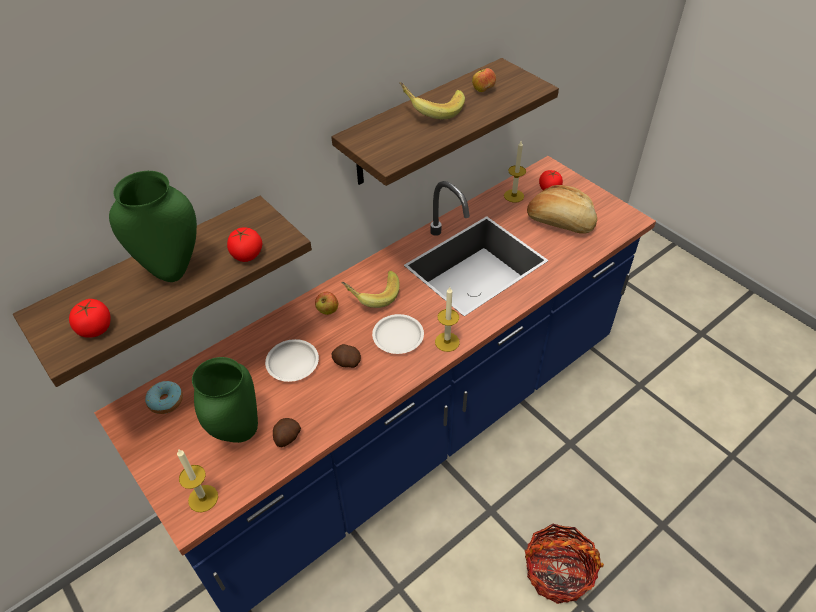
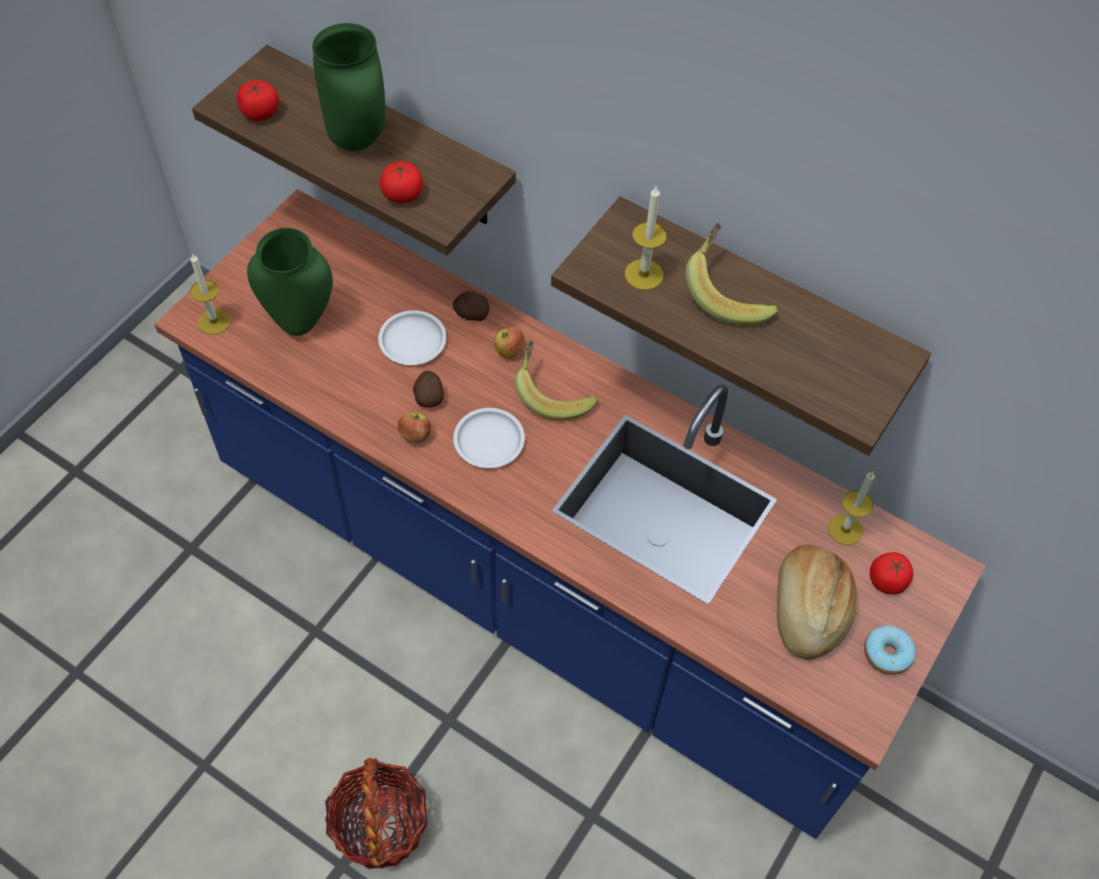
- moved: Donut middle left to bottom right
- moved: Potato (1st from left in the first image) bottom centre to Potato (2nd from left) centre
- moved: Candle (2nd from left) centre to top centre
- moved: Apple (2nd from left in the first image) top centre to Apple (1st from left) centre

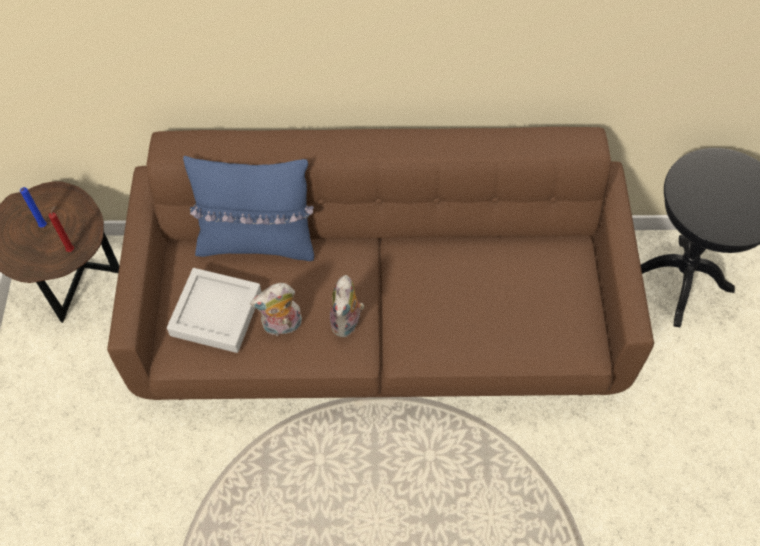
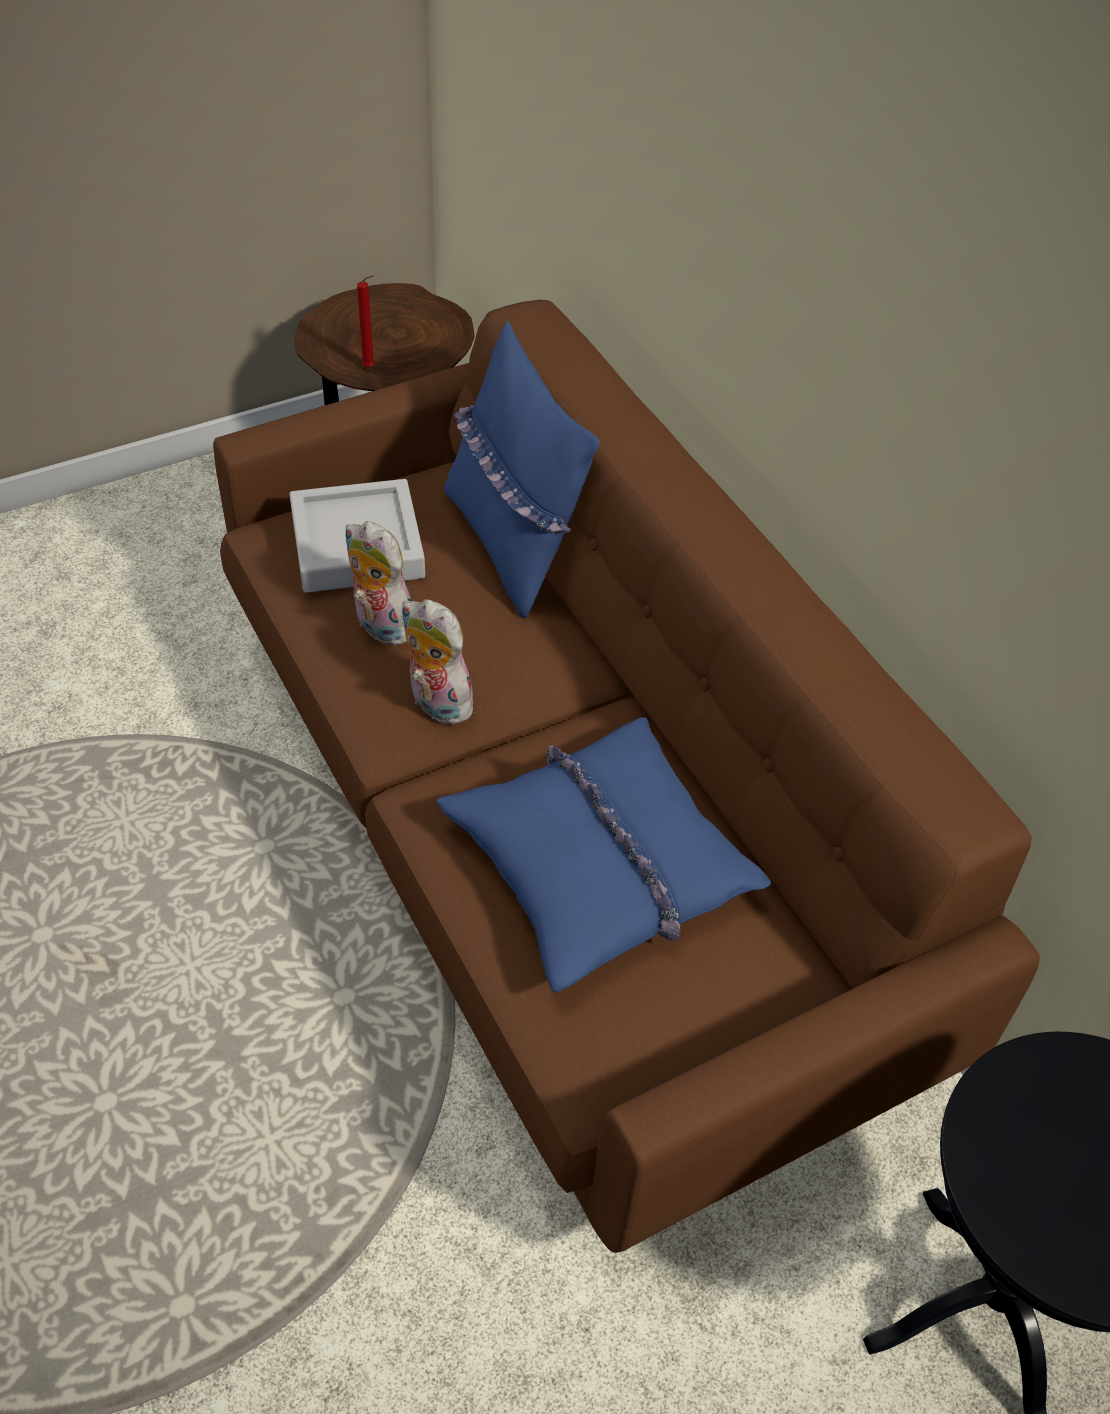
- removed: BlueCandle middle left
- turned: PlushToy (2nd from left) centre = centre 60 degrees clockwise
- added: BluePillow (2nd from left) centre

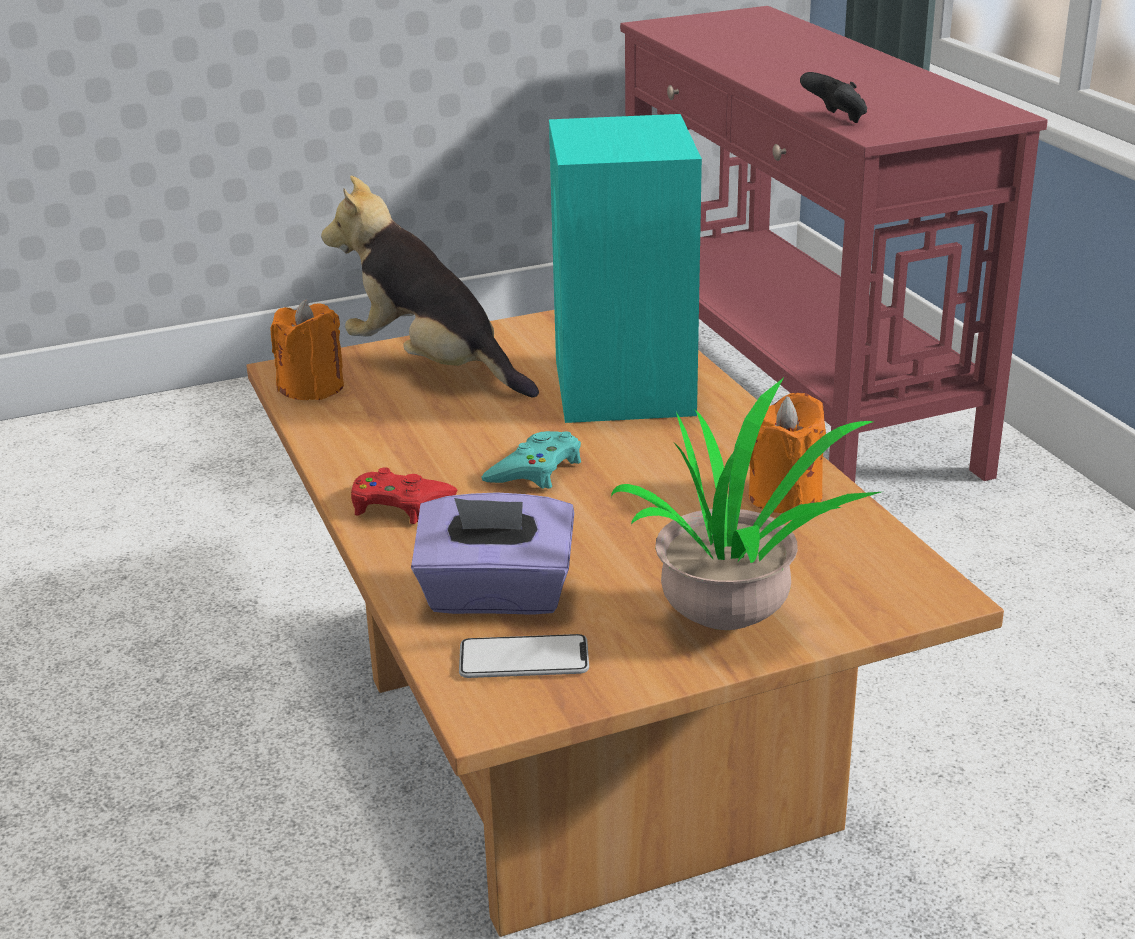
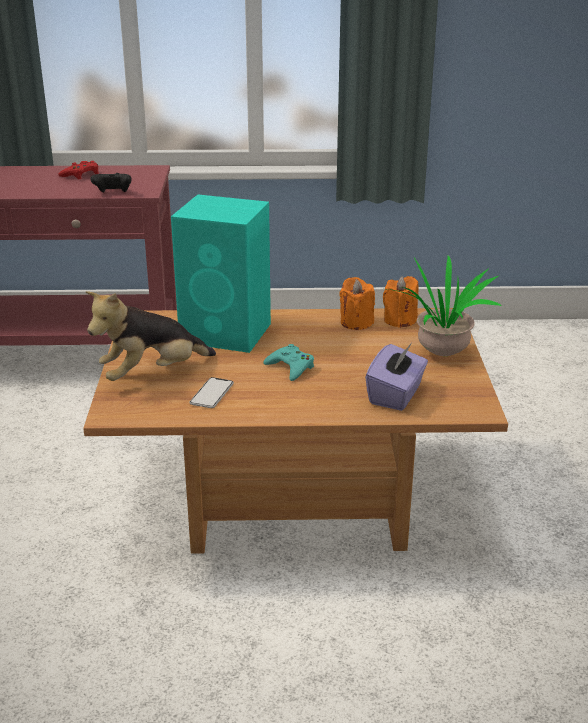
- moved: OrangeCandle (1st from left in the first image) middle left to OrangeCandle (2nd from left) middle right
- moved: RedGameController centre to top left
- moved: Phone bottom centre to centre

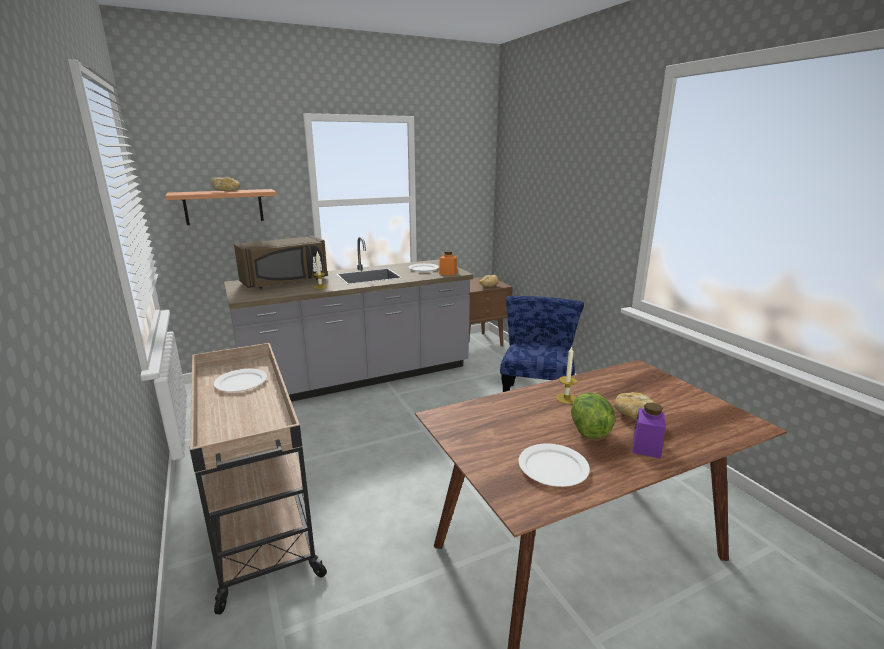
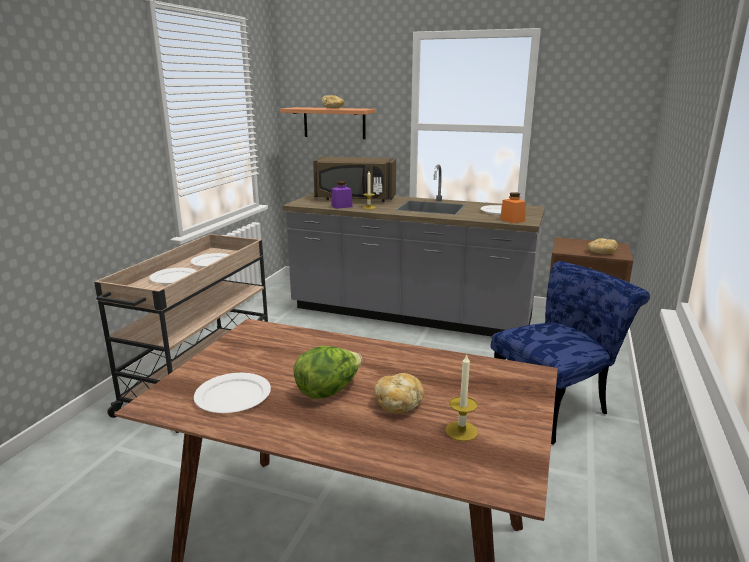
- moved: Candle (2nd from left) centre to bottom centre
- moved: PurpleJar middle right to centre
- added: WhitePlate (1st from left) middle left

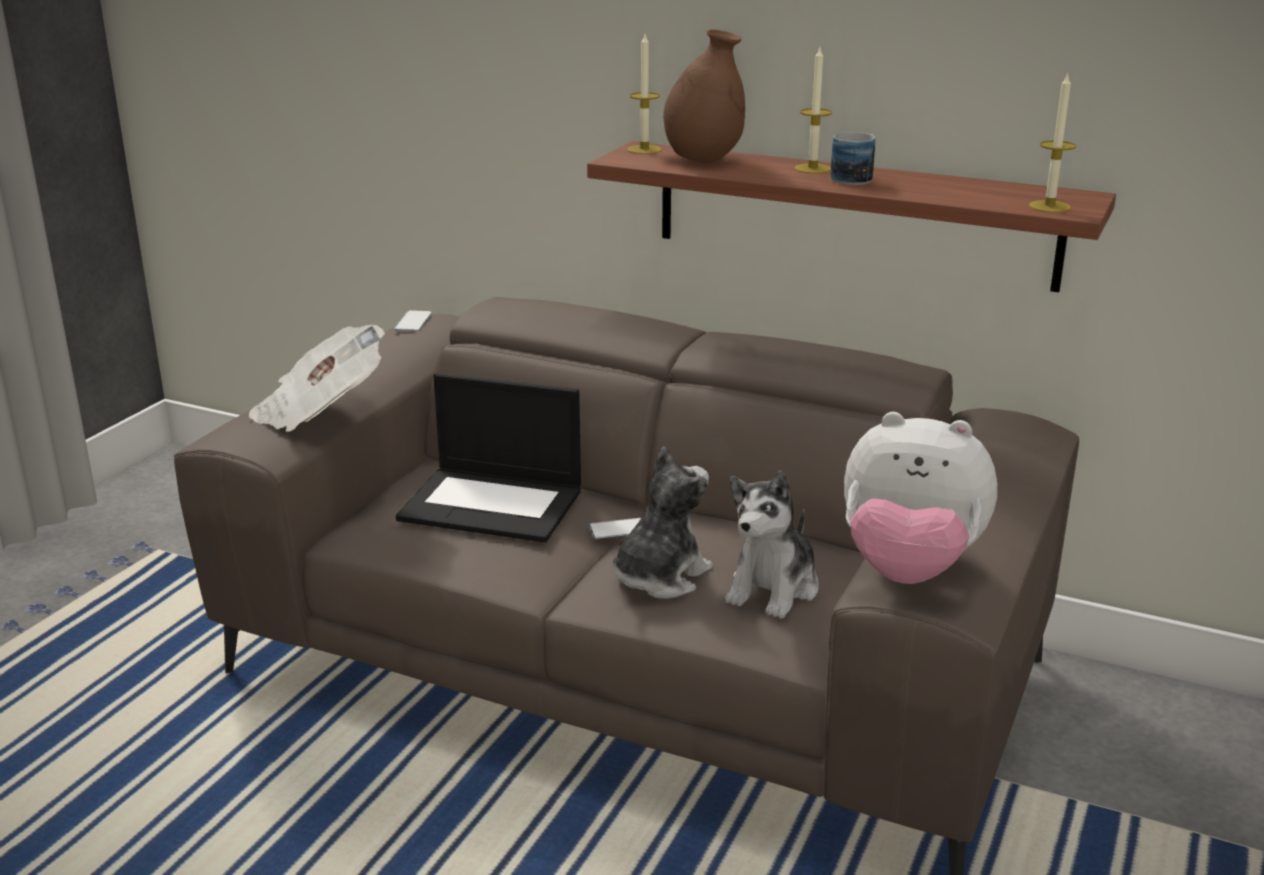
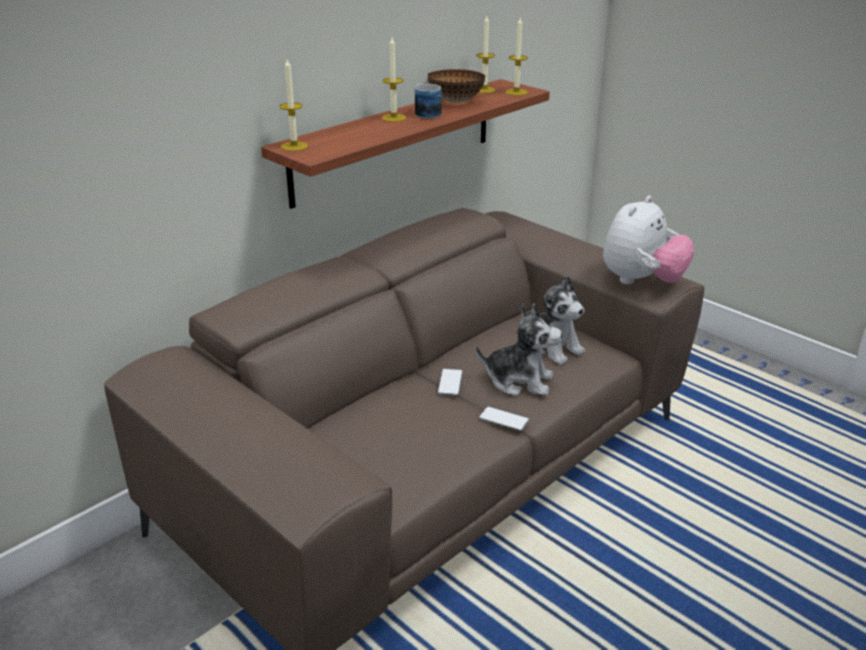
- removed: Newspaper middle left
- moved: Phone (1st from left in the first image) middle left to Phone (2nd from left) centre
- removed: Laptop centre
- turned: PlushToy (1st from left) centre = centre 135 degrees clockwise
- removed: BrownVase top centre
- added: Bowl top centre
- added: Candle (3rd from left) top centre

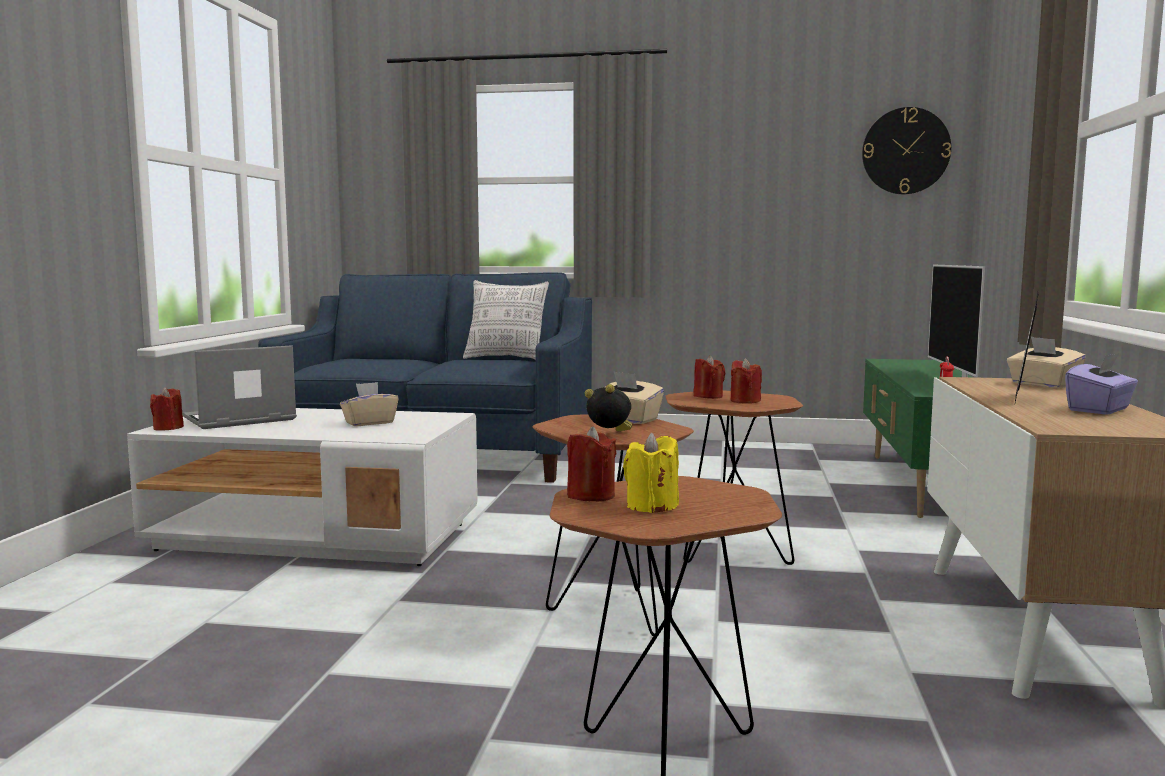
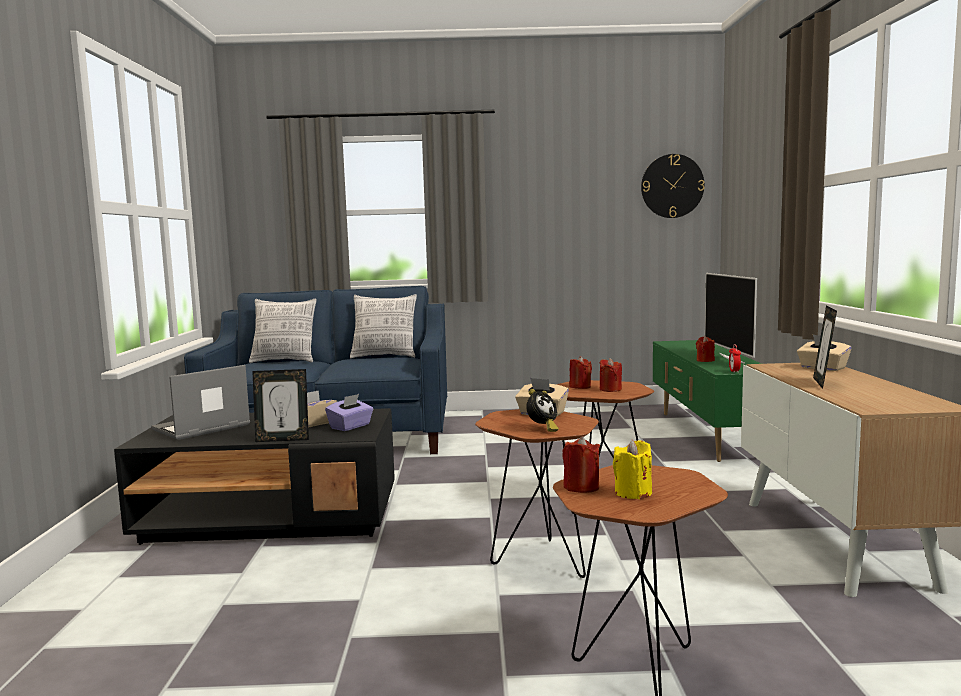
- recoloured: WhiteCoffeeTable middle left to BlackCoffeeTable bottom left
- moved: RedCandle (1st from left in the first image) middle left to RedCandle (4th from left) middle right
- turned: AlarmClock (1st from left) centre = centre 120 degrees clockwise
- moved: PurpleTissueBox middle right to centre
- added: Pillow (1st from left) middle left
- added: PictureFrame (1st from left) middle left

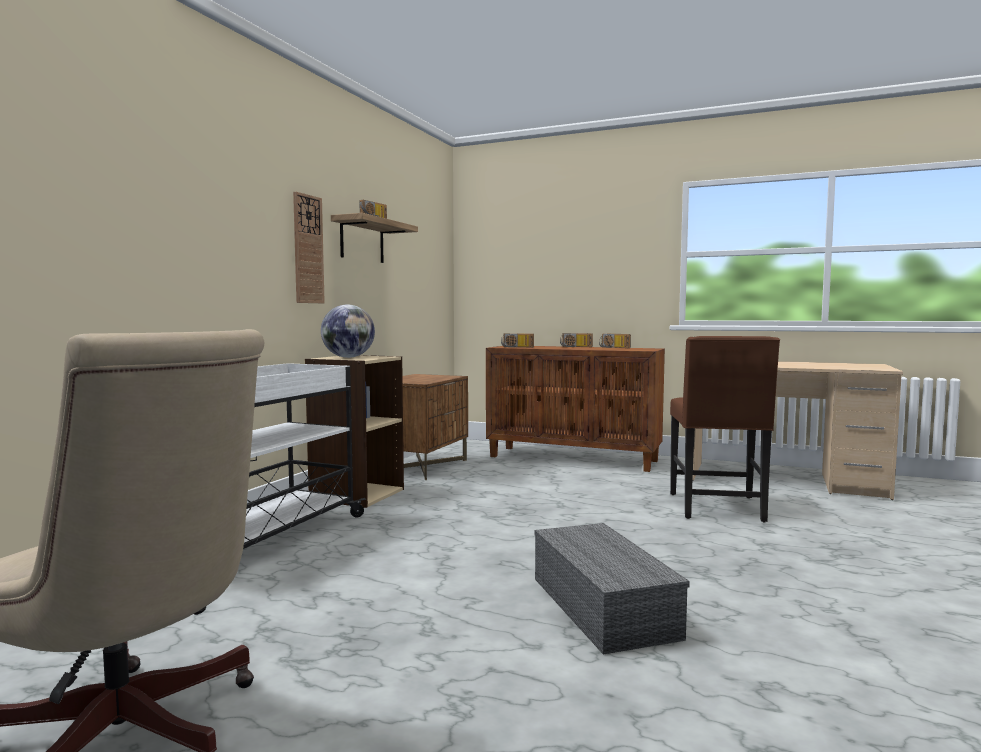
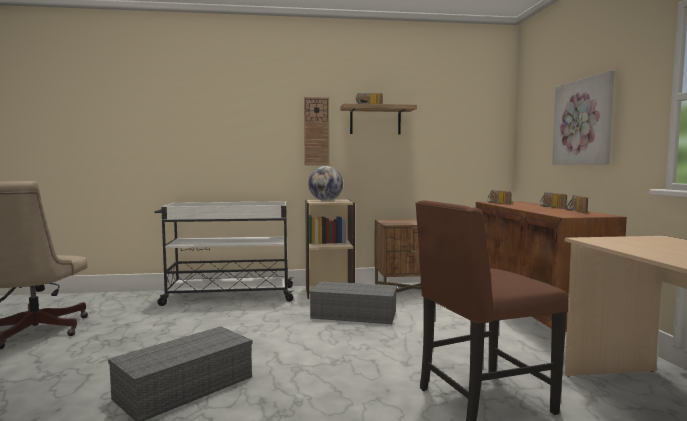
- added: GreyStorageBox (2nd from left) bottom centre
- added: Picture top right

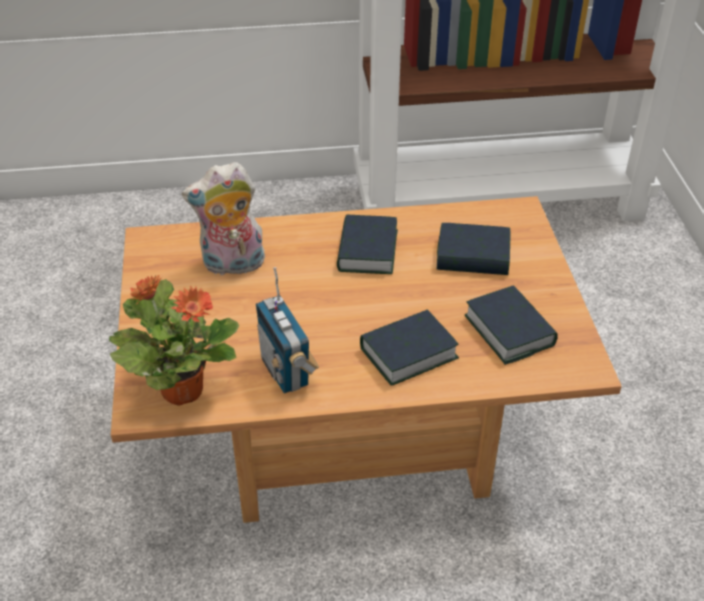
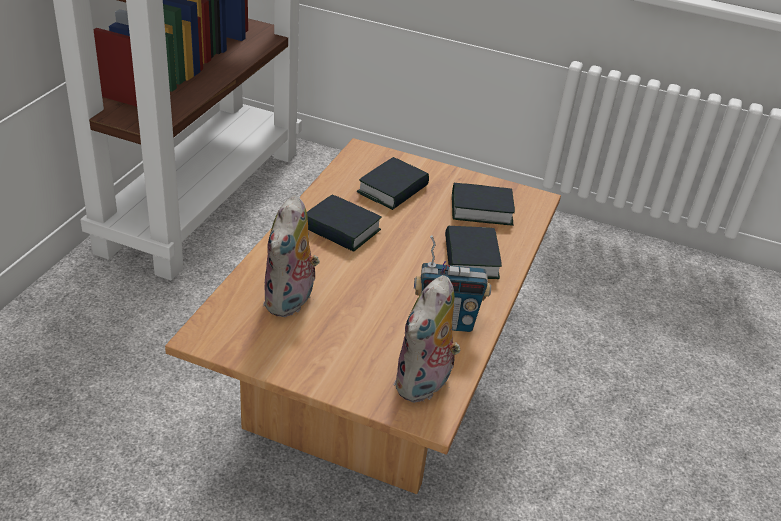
- replaced: PottedPlant middle left to PlushToy (2nd from left) centre

